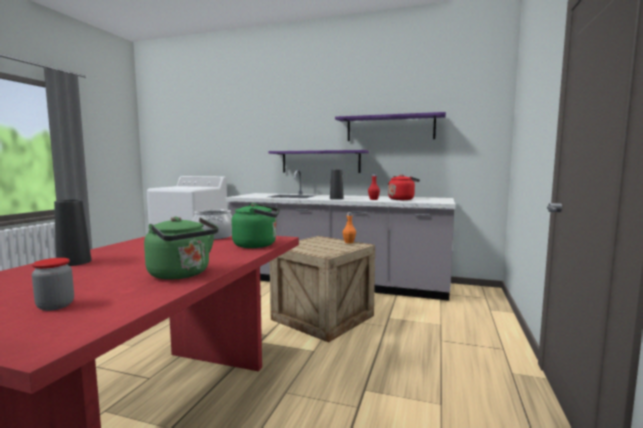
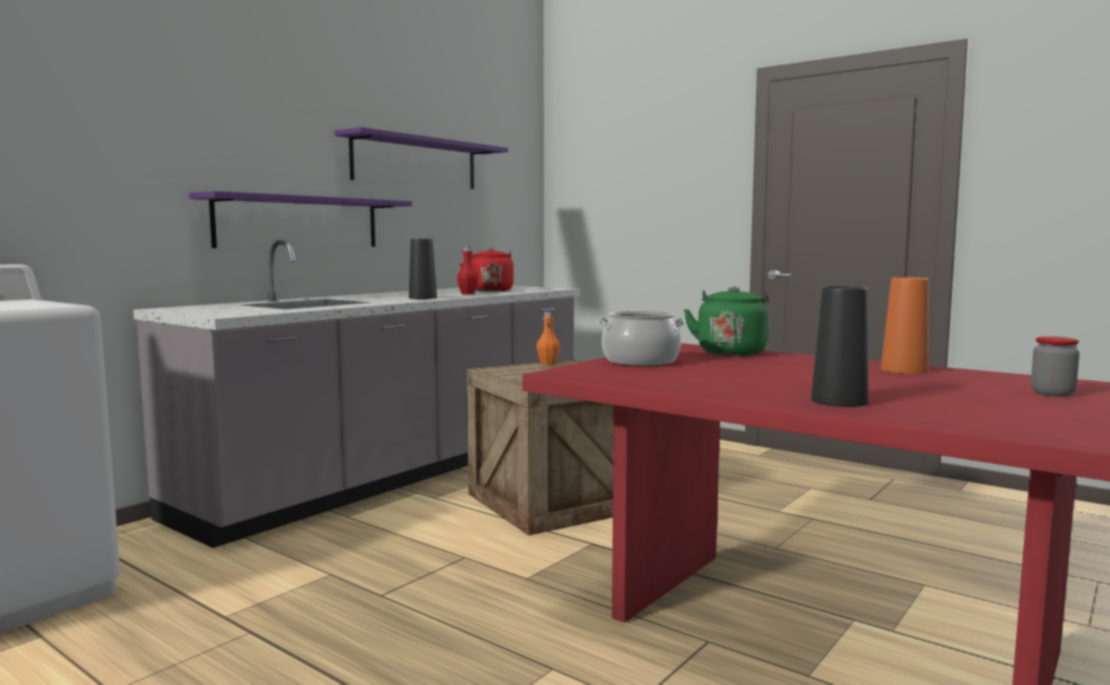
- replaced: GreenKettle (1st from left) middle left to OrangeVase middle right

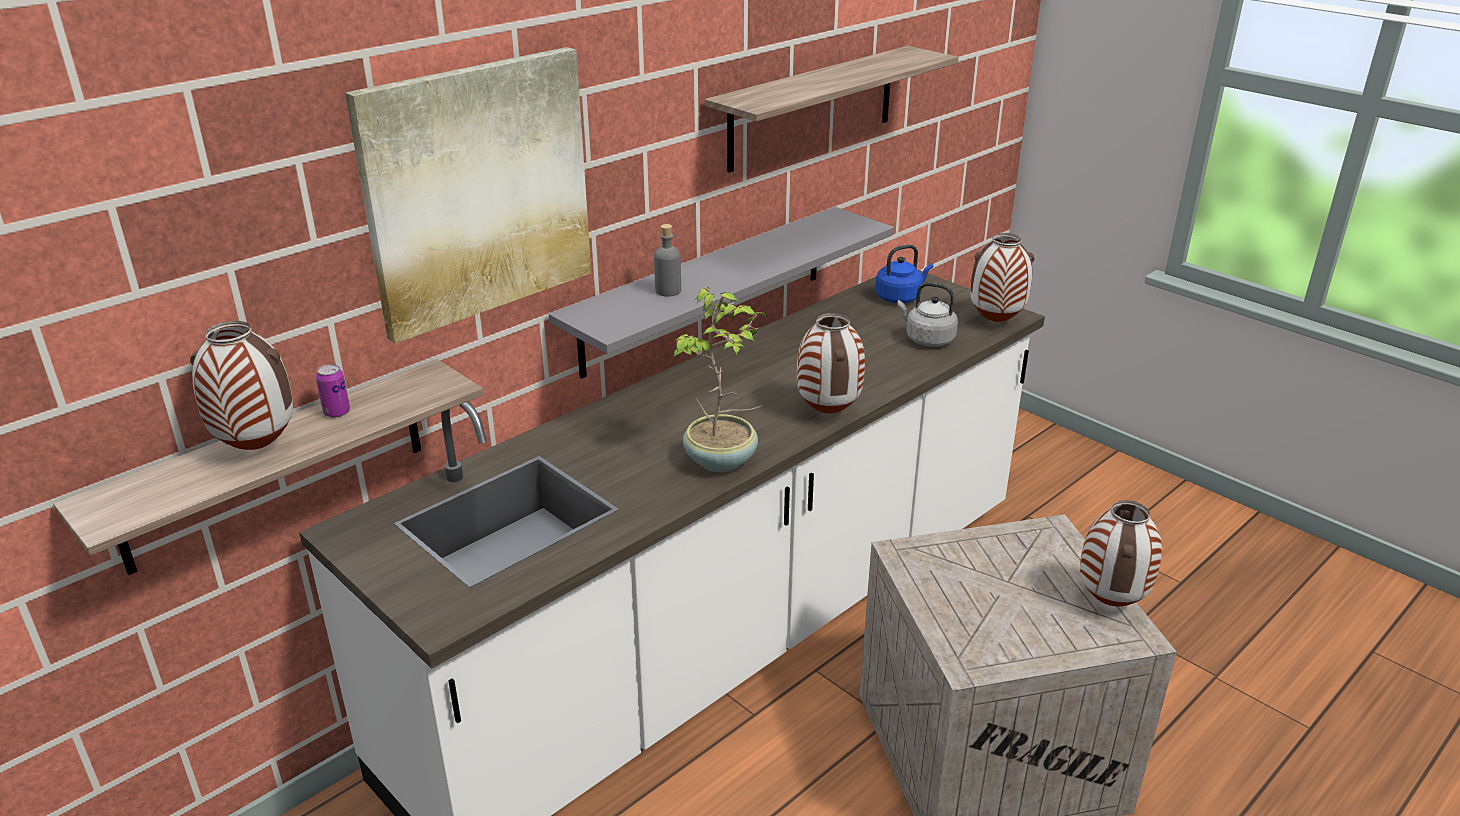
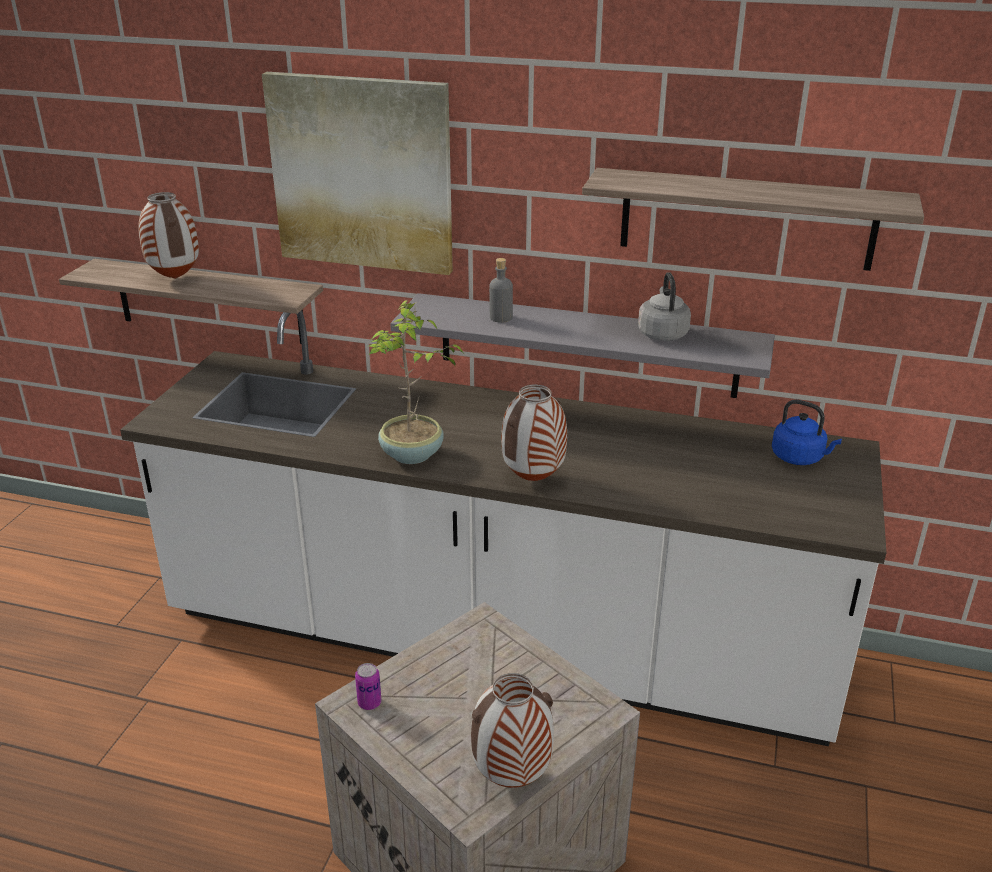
- moved: Can middle left to bottom centre
- moved: GreyKettle centre to middle right
- removed: Vase (3rd from left) middle right

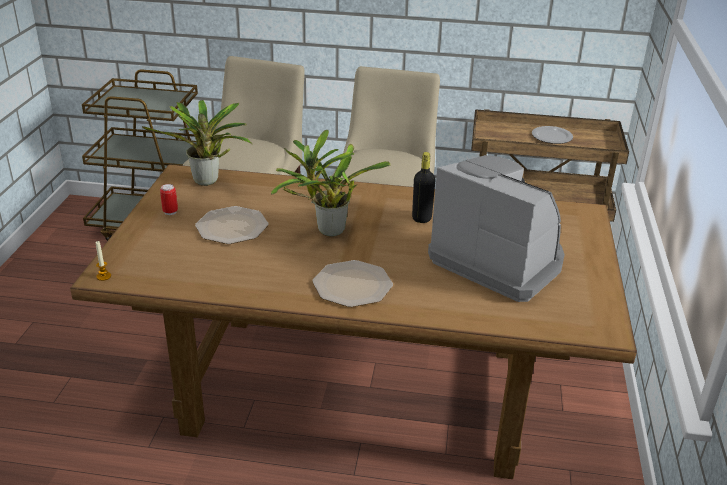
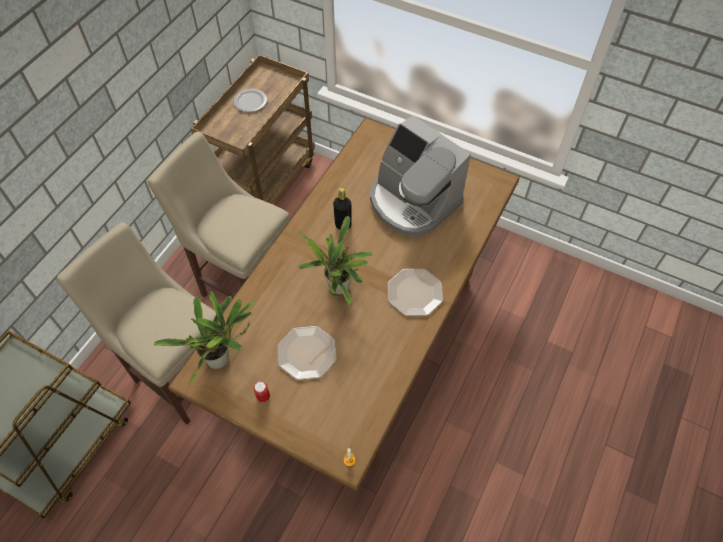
- turned: CoffeeMachine middle right = top centre 105 degrees counterclockwise

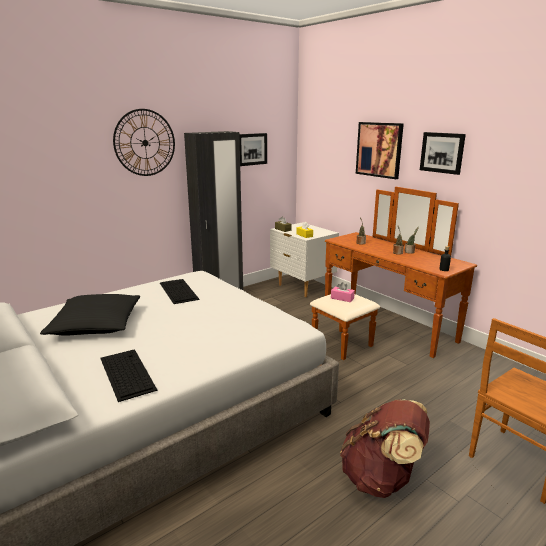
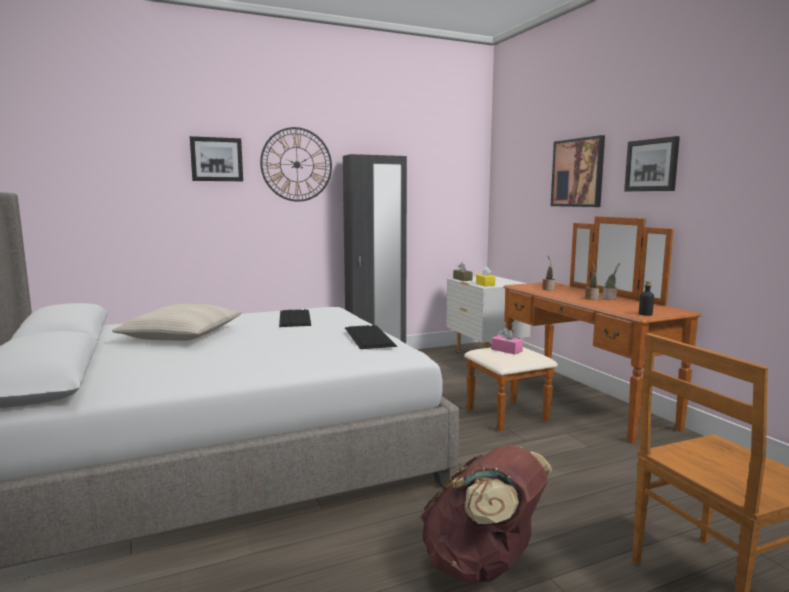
- recoloured: BlackPillow middle left to BeigePillow middle left
- moved: Keyboard (1st from left in the first image) bottom left to Keyboard (2nd from left) centre
- moved: Picture (1st from left) top centre to top left

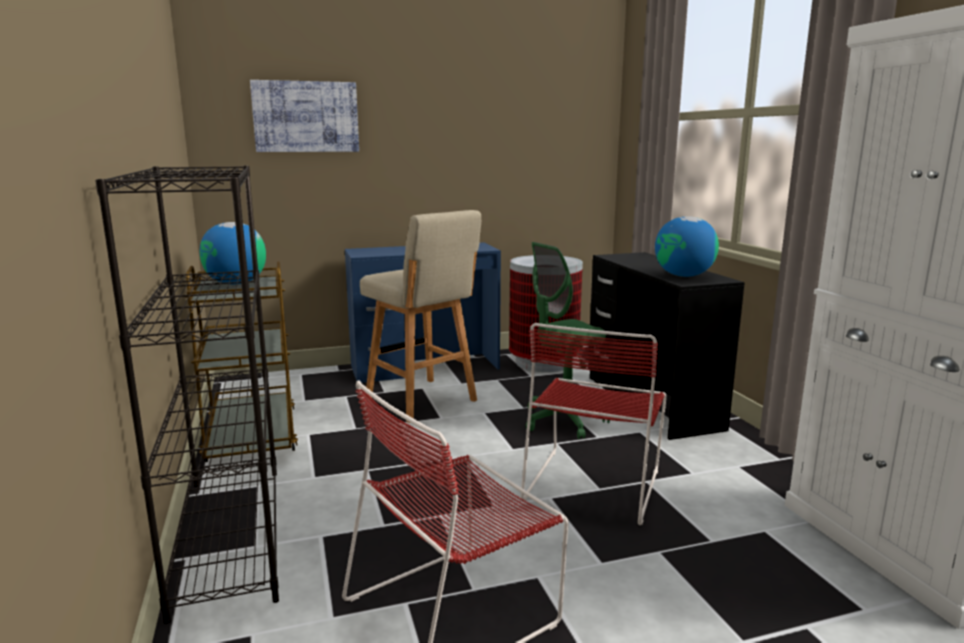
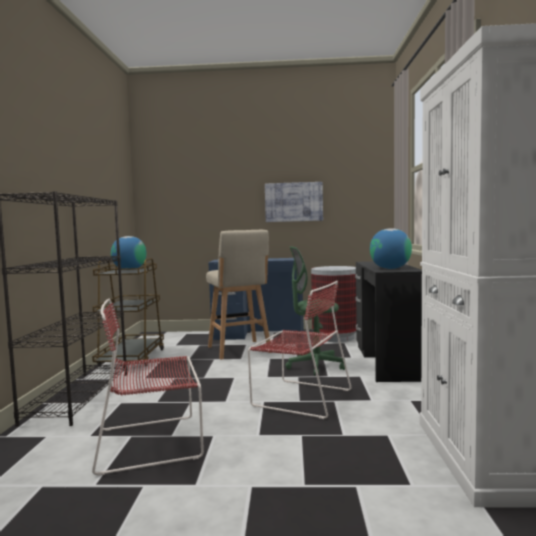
- moved: Picture top left to centre
- turned: RedChair (2nd from left) centre = centre 105 degrees counterclockwise

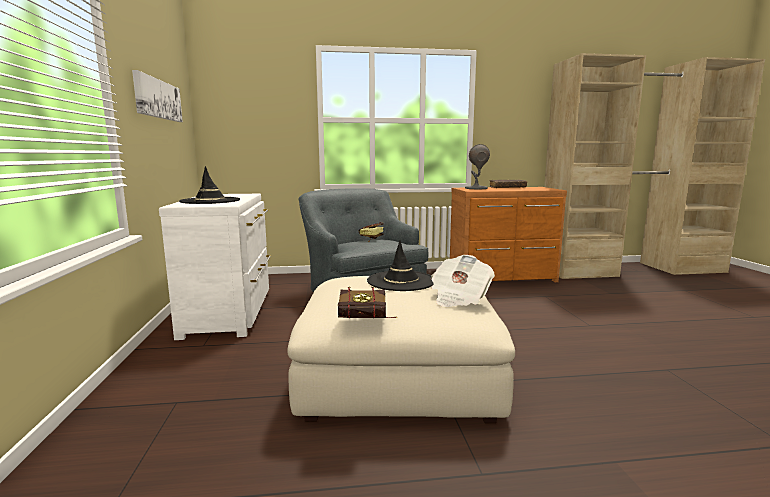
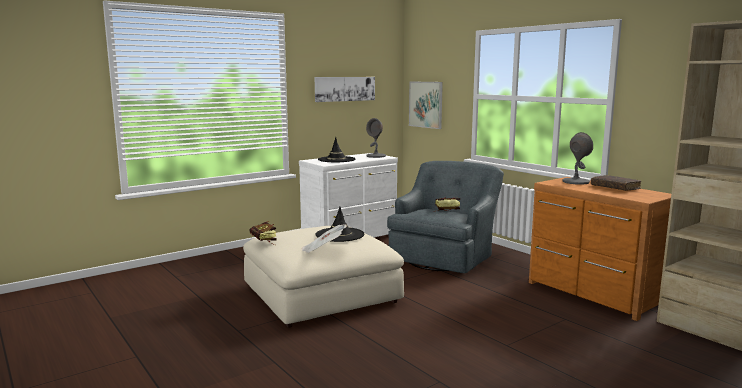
- added: GreyTableLamp (1st from left) centre
- added: Picture (2nd from left) top centre

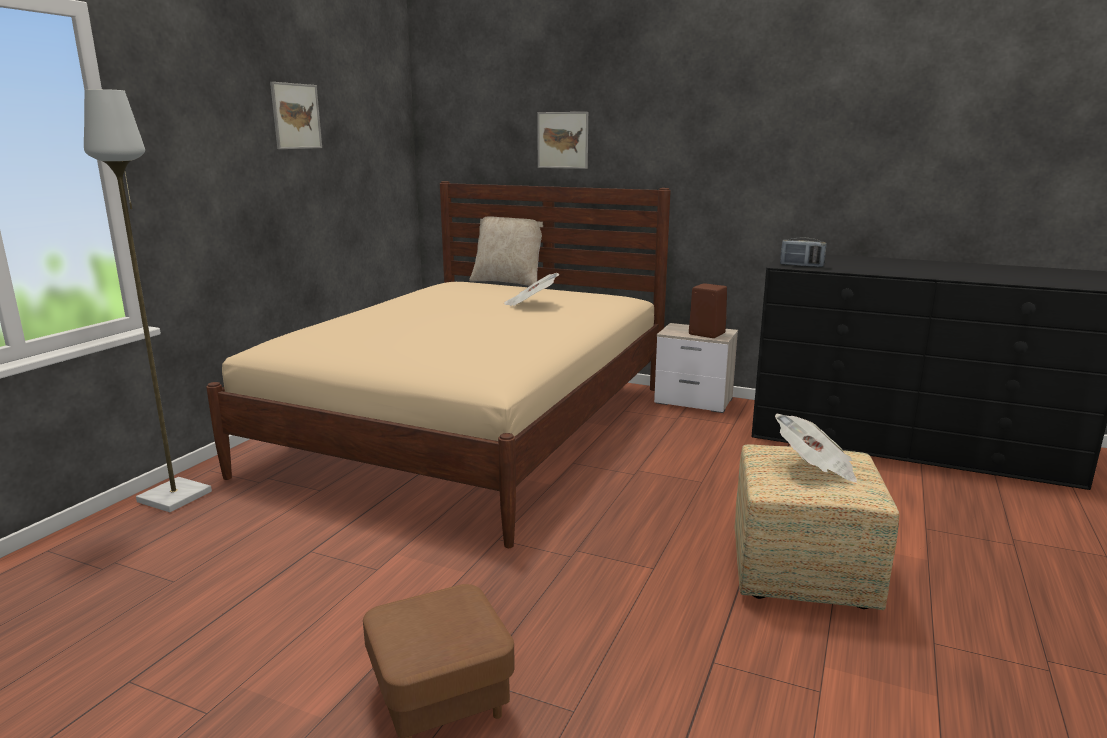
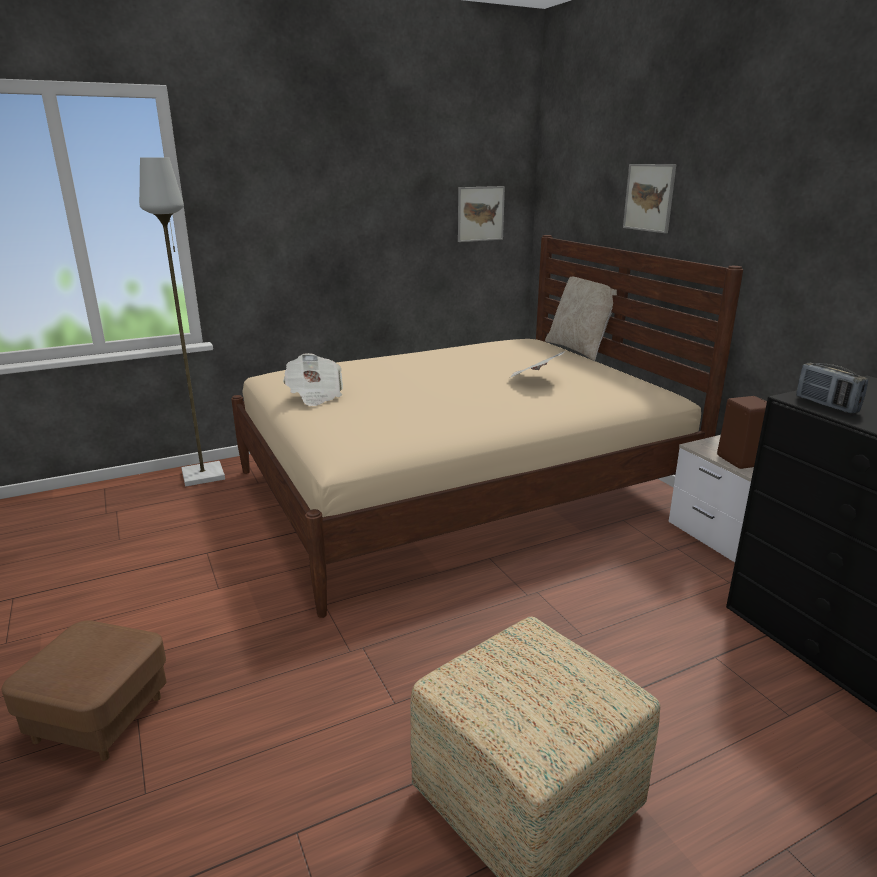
- moved: Picture (1st from left) top left to top centre
- moved: Newspaper (2nd from left in the first image) middle right to Newspaper (1st from left) centre

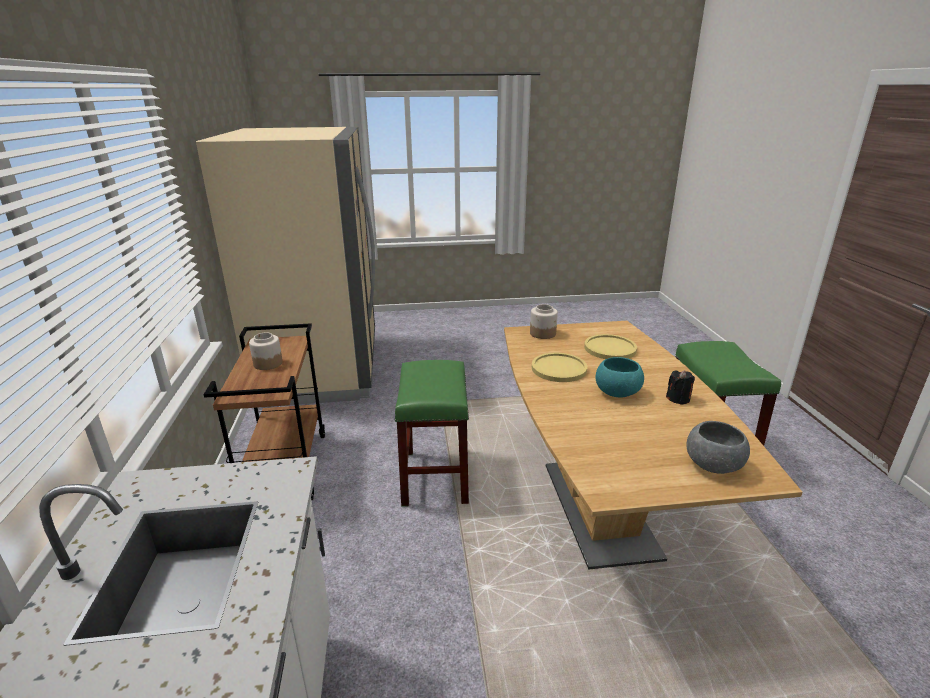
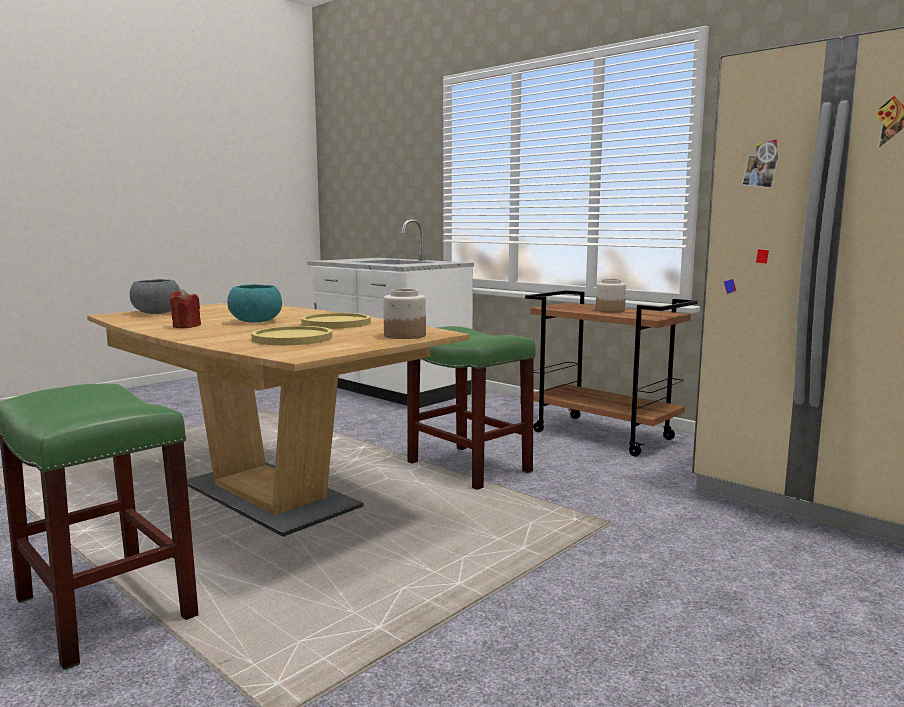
- recoloured: BlackCandle middle right to RedCandle middle left

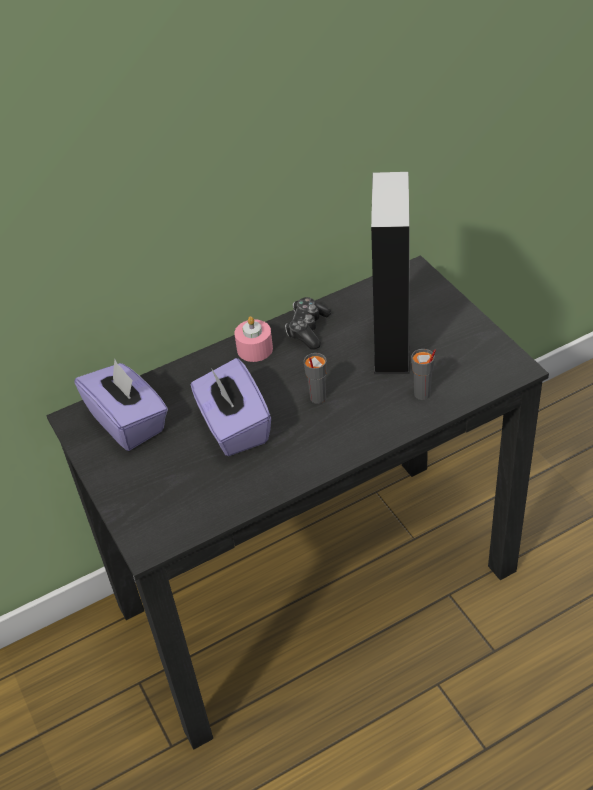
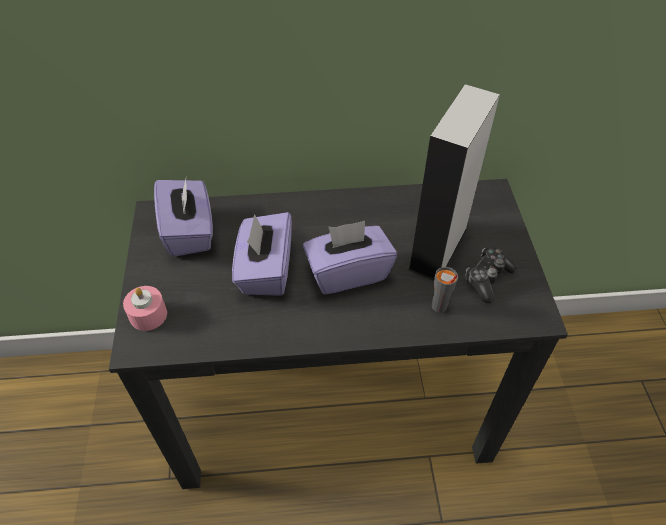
- moved: PinkCandle centre to middle left
- moved: GameController centre to middle right
- replaced: GreyCup (1st from left) centre to PurpleTissueBox (3rd from left) centre

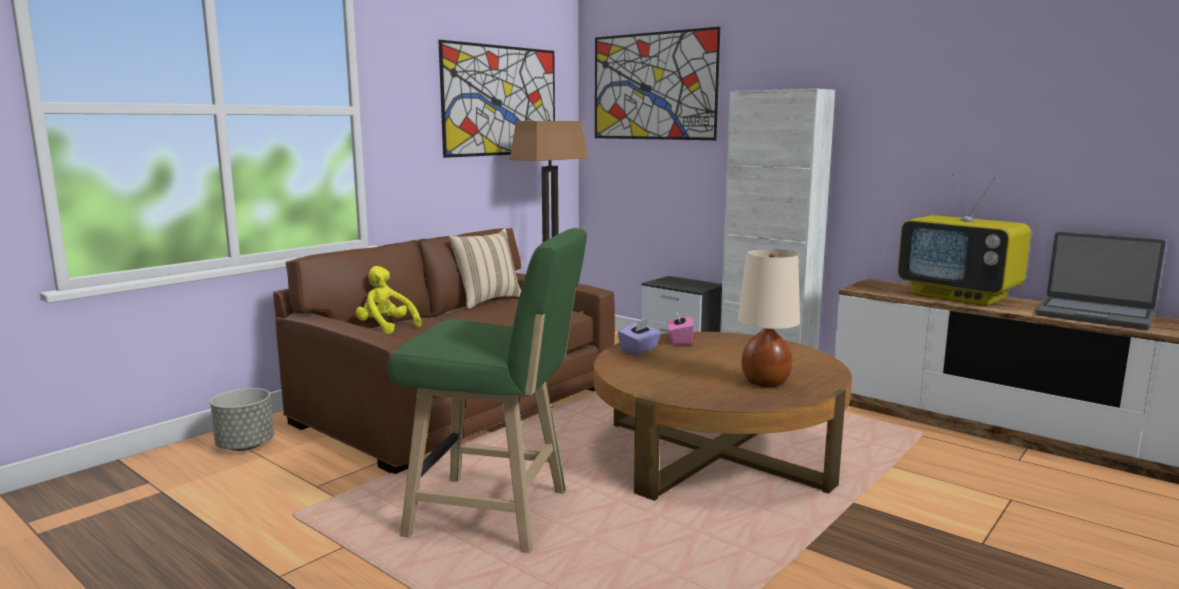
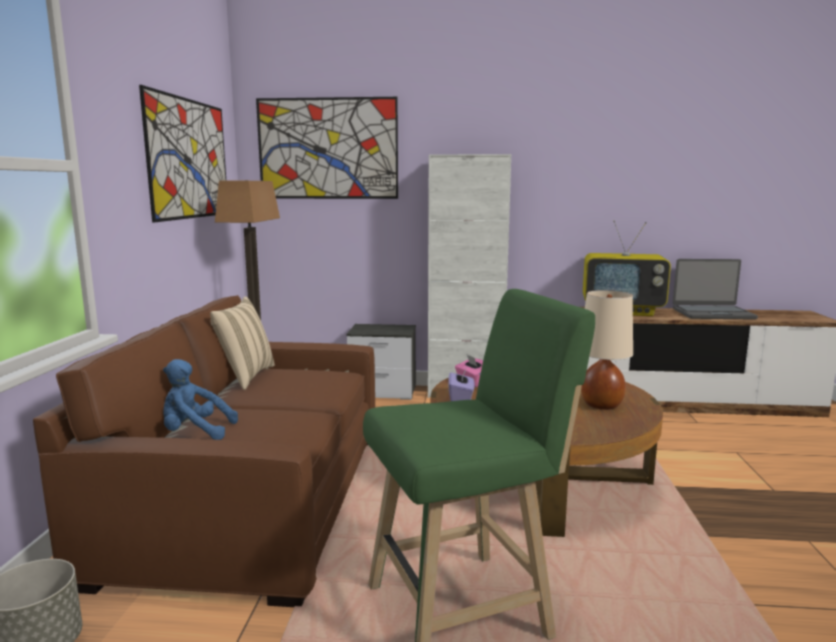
- recoloured: YellowPlushToy middle left to BluePlushToy middle left

